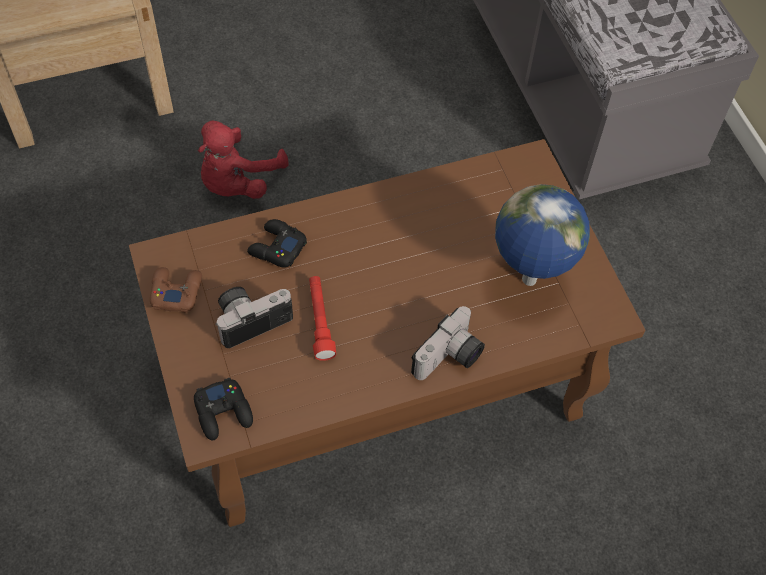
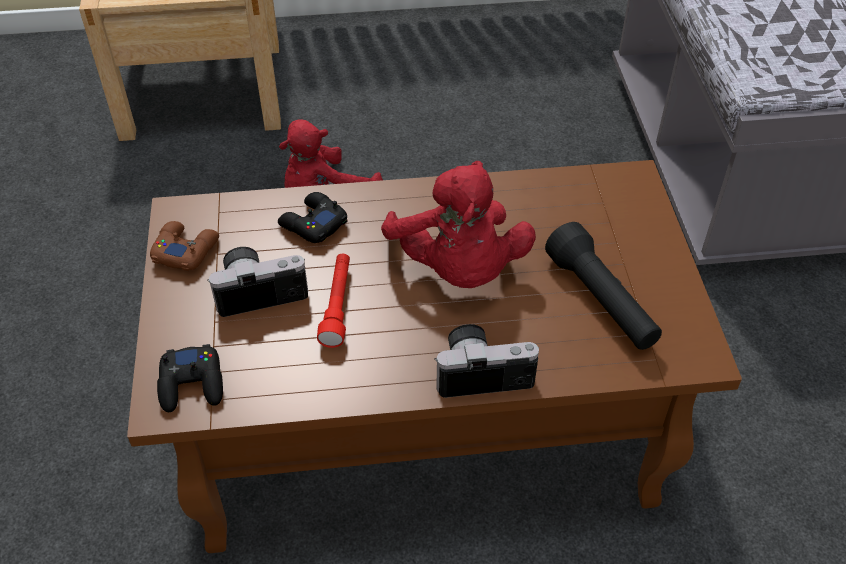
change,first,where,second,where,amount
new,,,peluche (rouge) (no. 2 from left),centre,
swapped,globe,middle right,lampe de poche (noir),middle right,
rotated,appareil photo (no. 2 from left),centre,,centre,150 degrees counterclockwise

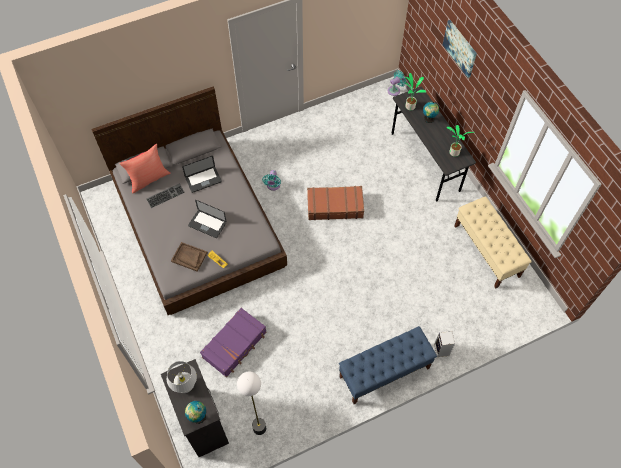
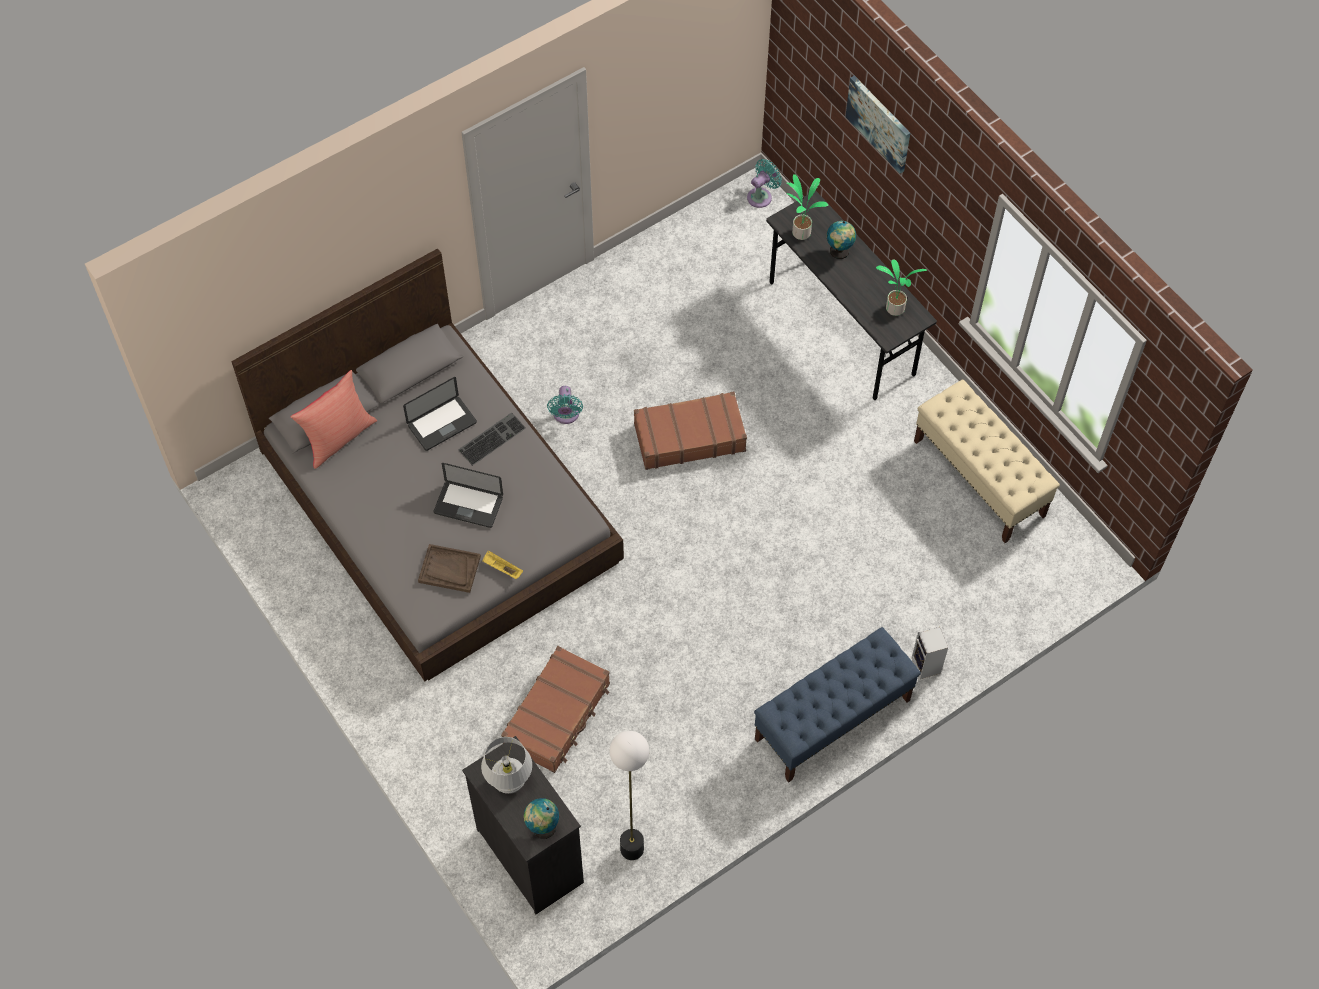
change,first,where,second,where,amount
shifted,clavier,middle left,,centre,
repainted,valise (violet),bottom centre,valise (marron) (no. 1 from left),bottom centre,

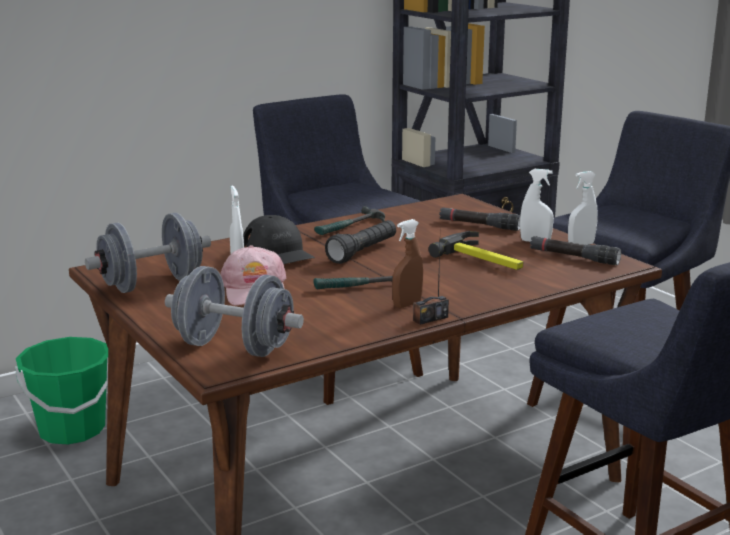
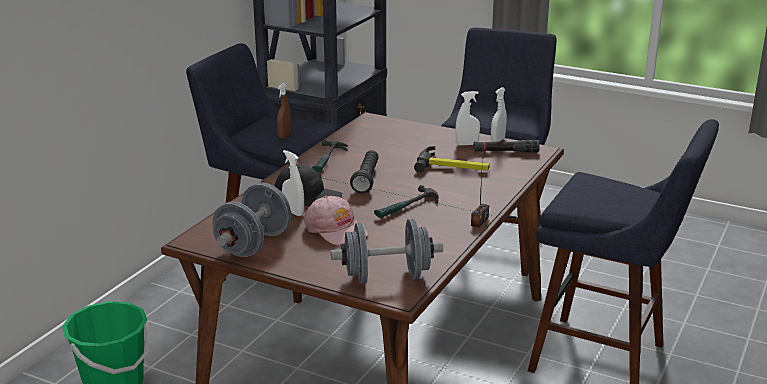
change,first,where,second,where,amount
gone,lampe de poche (noir) (no. 2 from left),centre,,,
shifted,vaporisateur (marron),centre,,top centre,

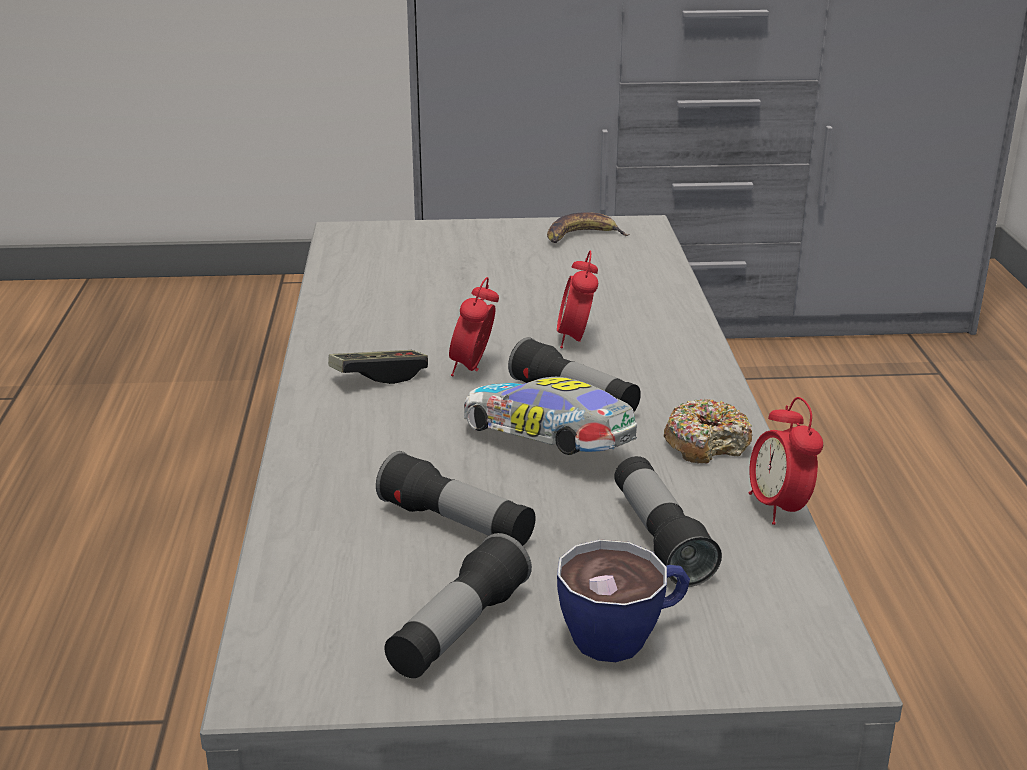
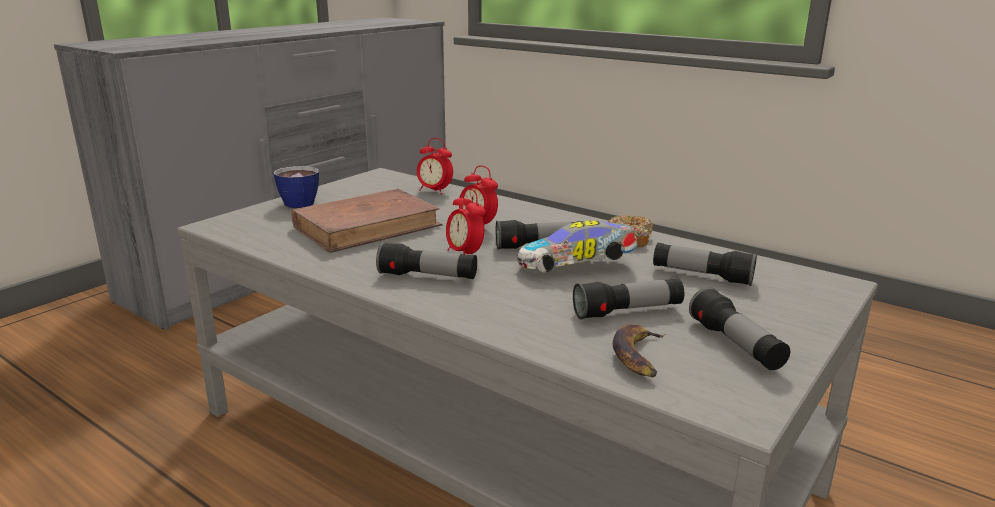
change,first,where,second,where,amount
new,,,livre (marron),centre,
shifted,banane,top centre,,bottom centre,
shifted,tasse,bottom centre,,middle left,
shifted,réveil (no. 3 from left in the first image),middle right,réveil (no. 1 from left),top centre,
swapped,manette,centre,lampe de poche (no. 1 from left),centre,

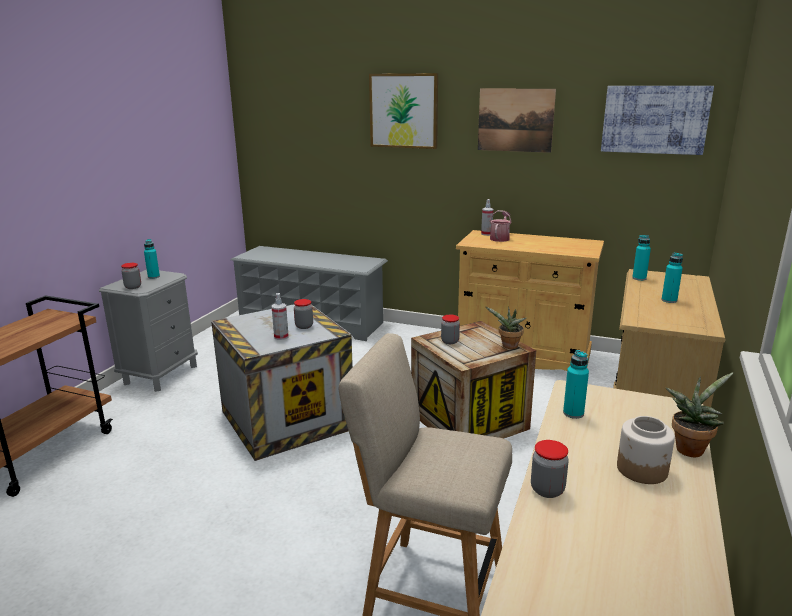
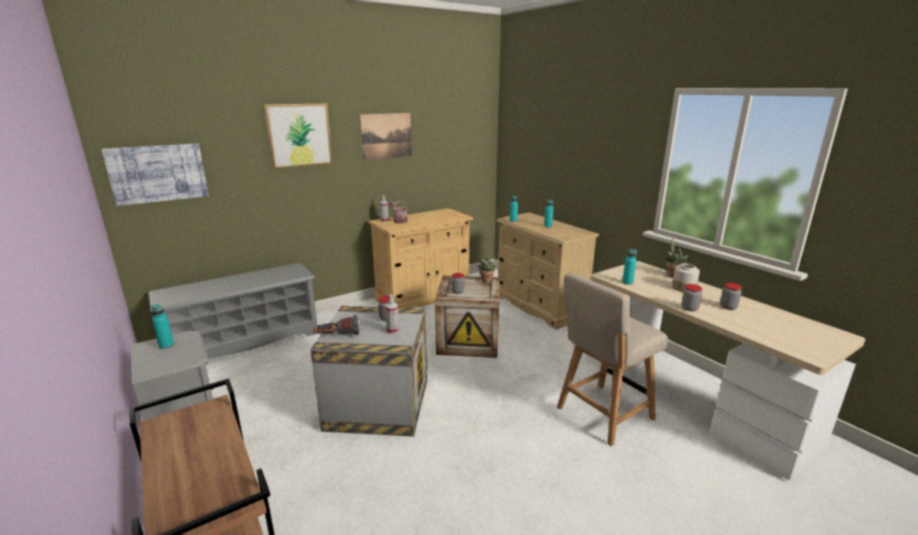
change,first,where,second,where,amount
new,,,lampe de poche,centre,
shifted,bocal (no. 1 from left in the first image),middle left,bocal (no. 5 from left),middle right,
shifted,tableau (no. 3 from left in the first image),top right,tableau (no. 1 from left),top left,

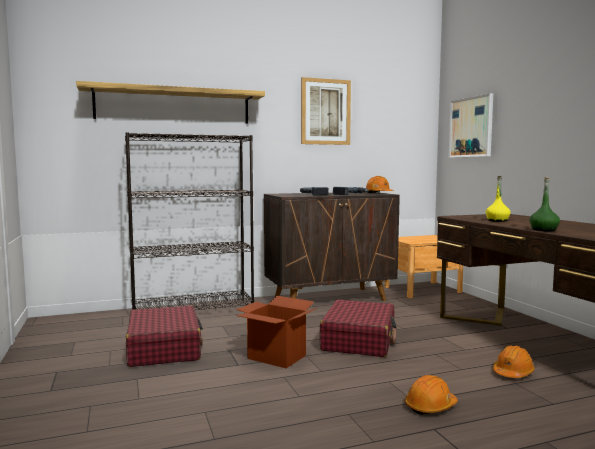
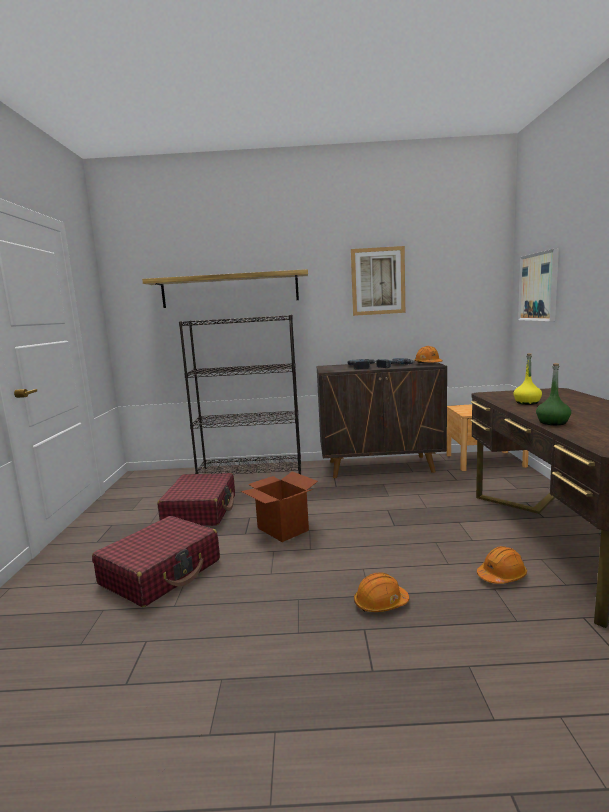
change,first,where,second,where,amount
shifted,valise (rouge) (no. 2 from left in the first image),bottom centre,valise (rouge) (no. 1 from left),bottom left,

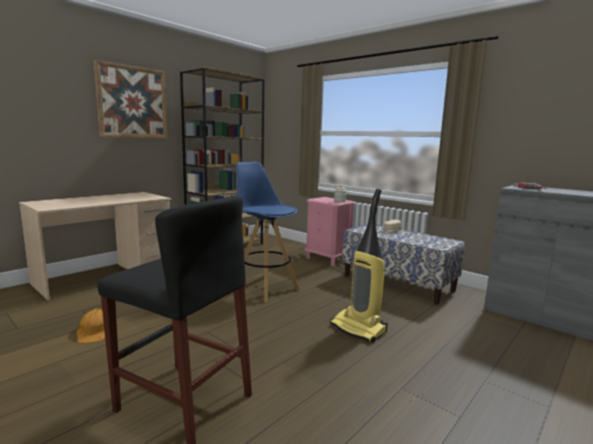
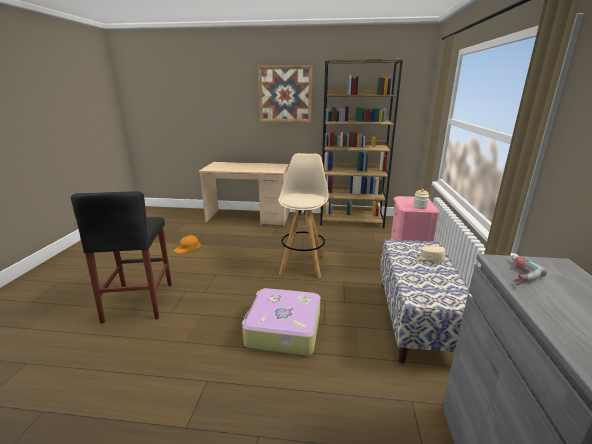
change,first,where,second,where,amount
swapped,aspirateur,centre,valise,bottom centre,
repainted,tabouret (bleu),centre,tabouret (beige),centre,

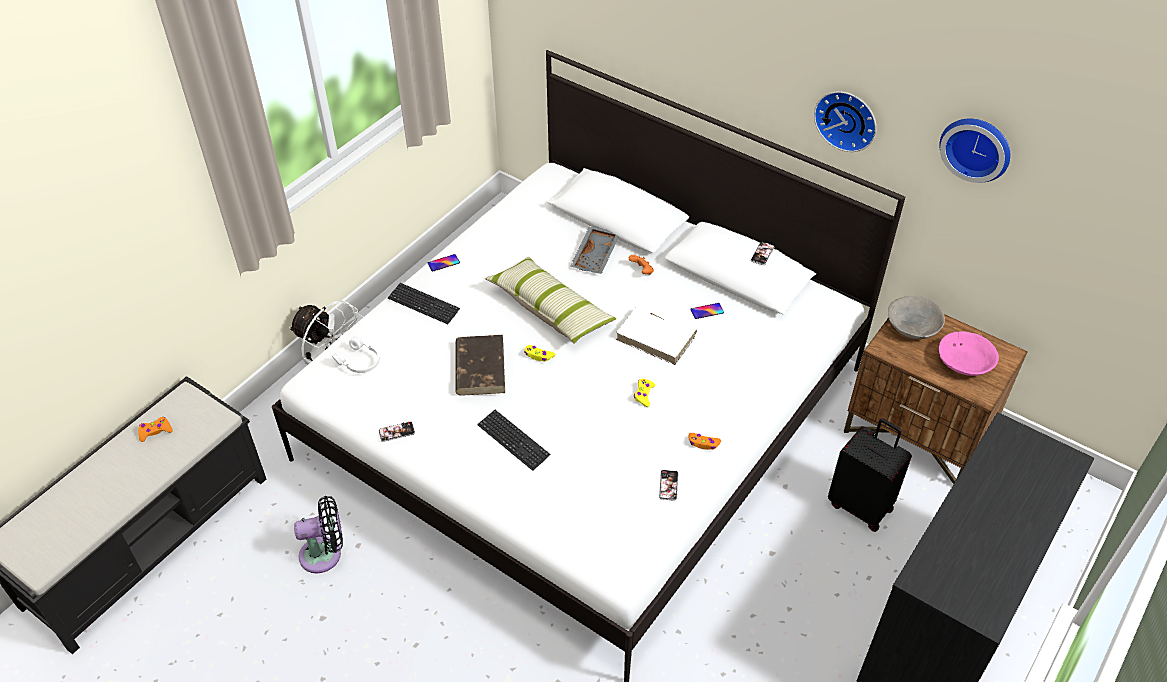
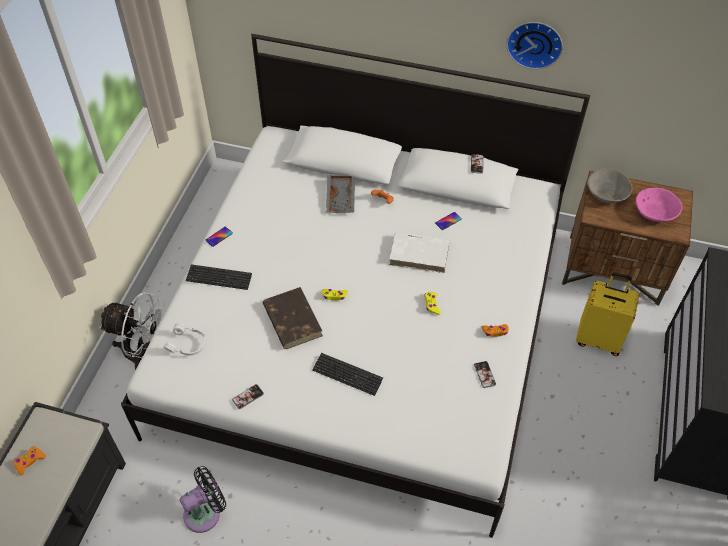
change,first,where,second,where,amount
gone,coussin,centre,,,
gone,horloge murale (no. 2 from left),top right,,,
repainted,valise (noir),bottom right,valise (jaune),middle right,

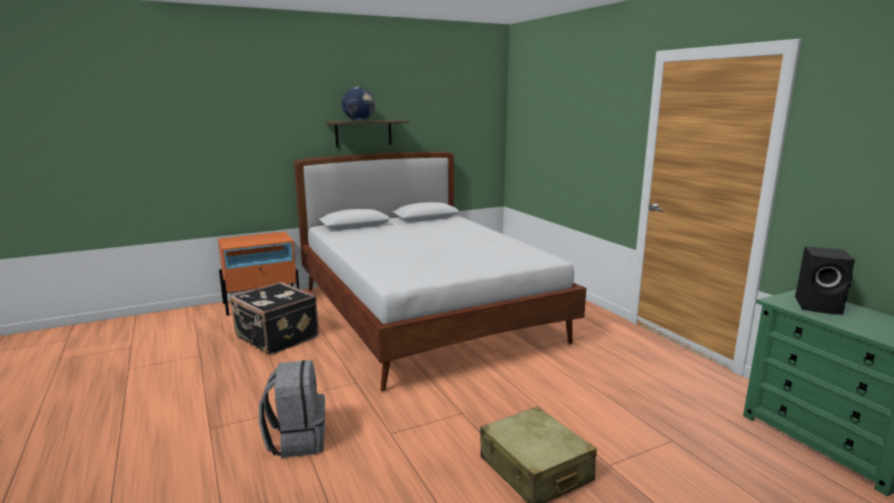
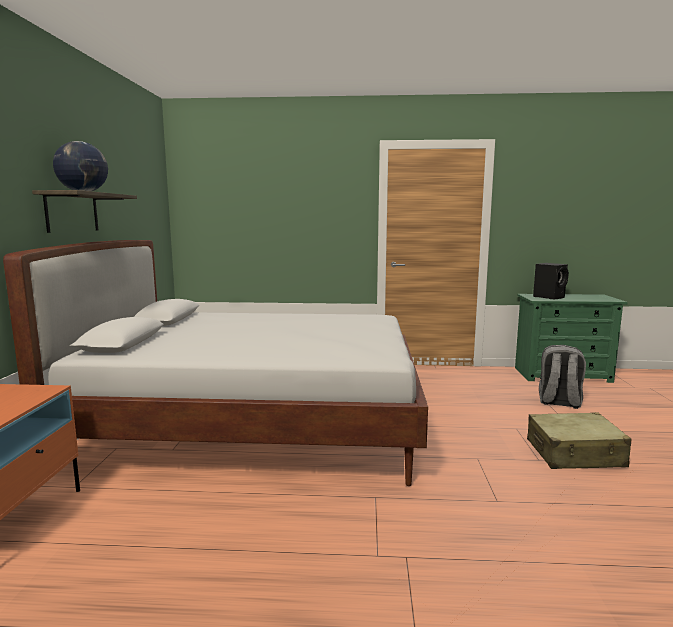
change,first,where,second,where,amount
gone,valise (noir),middle left,,,
shifted,sac à dos (gris),bottom left,,middle right,

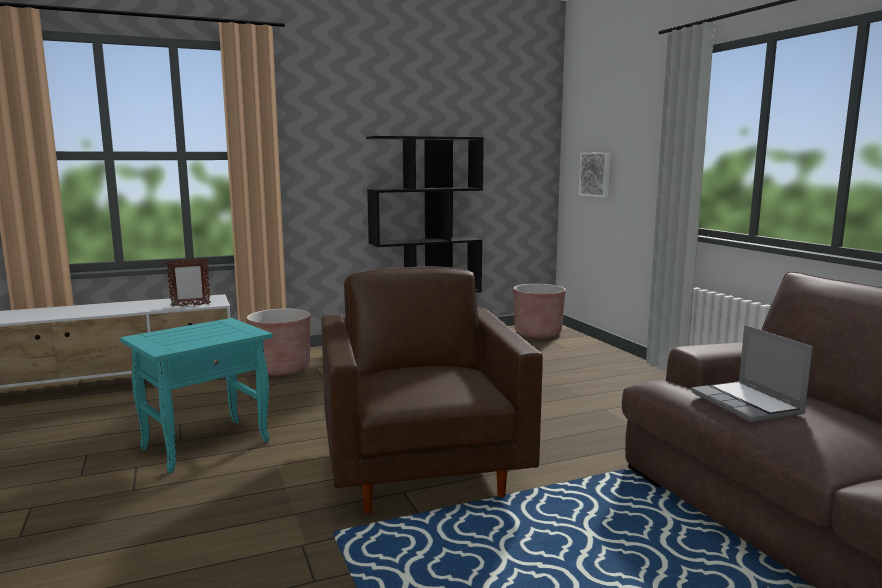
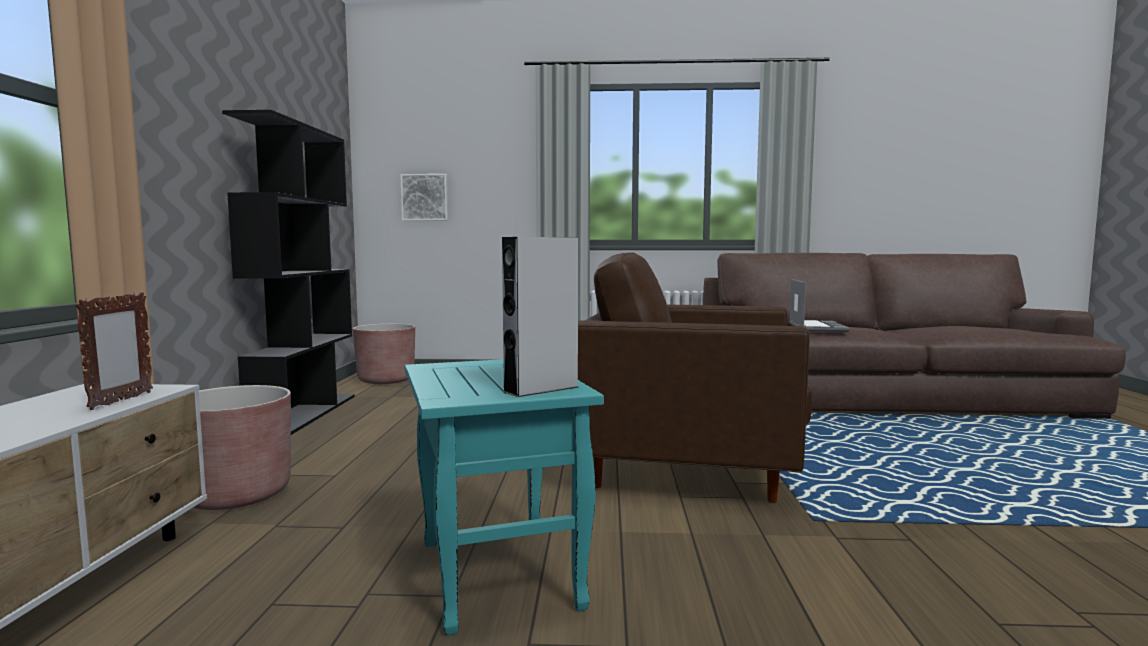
change,first,where,second,where,amount
new,,,enceinte (gris),centre,
rotated,ordinateur portable,middle right,,middle right,90 degrees counterclockwise

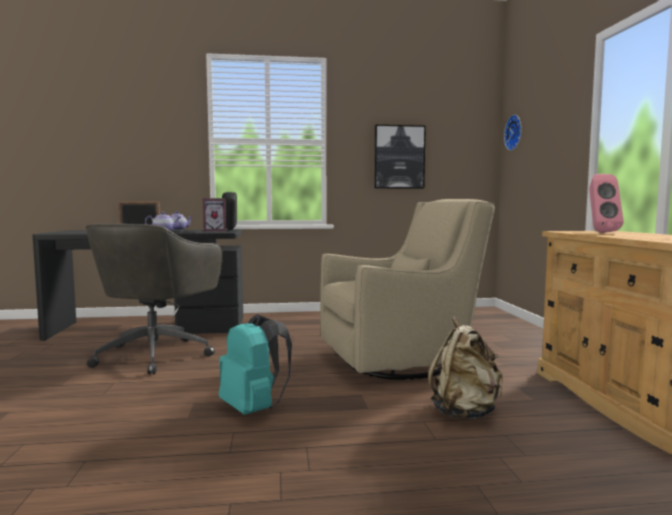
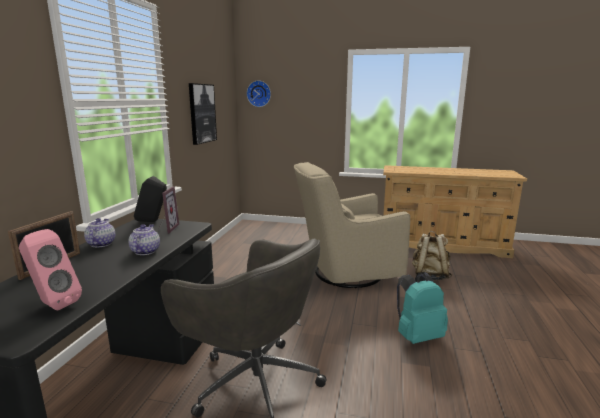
change,first,where,second,where,amount
shifted,enceinte (rose),middle right,,middle left,
rotated,fauteuil (beige),centre,,centre,105 degrees counterclockwise

